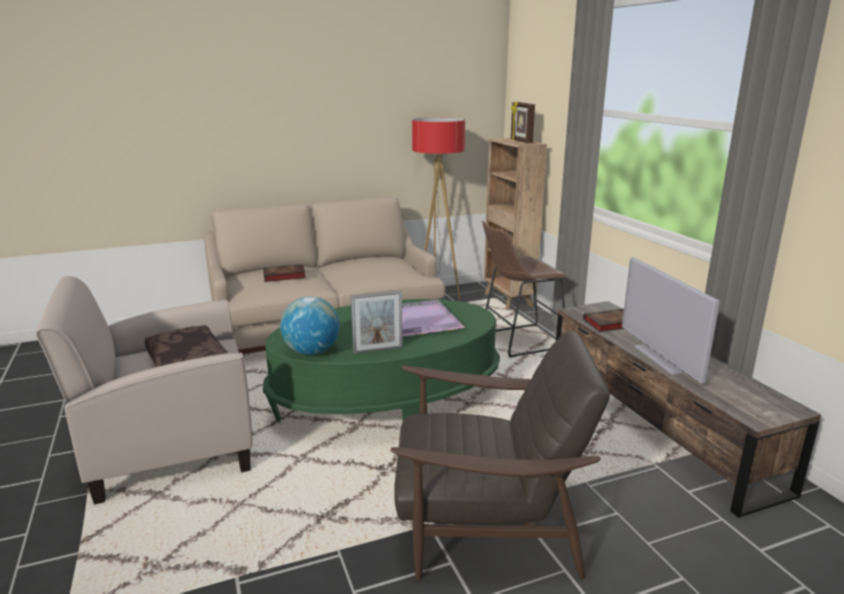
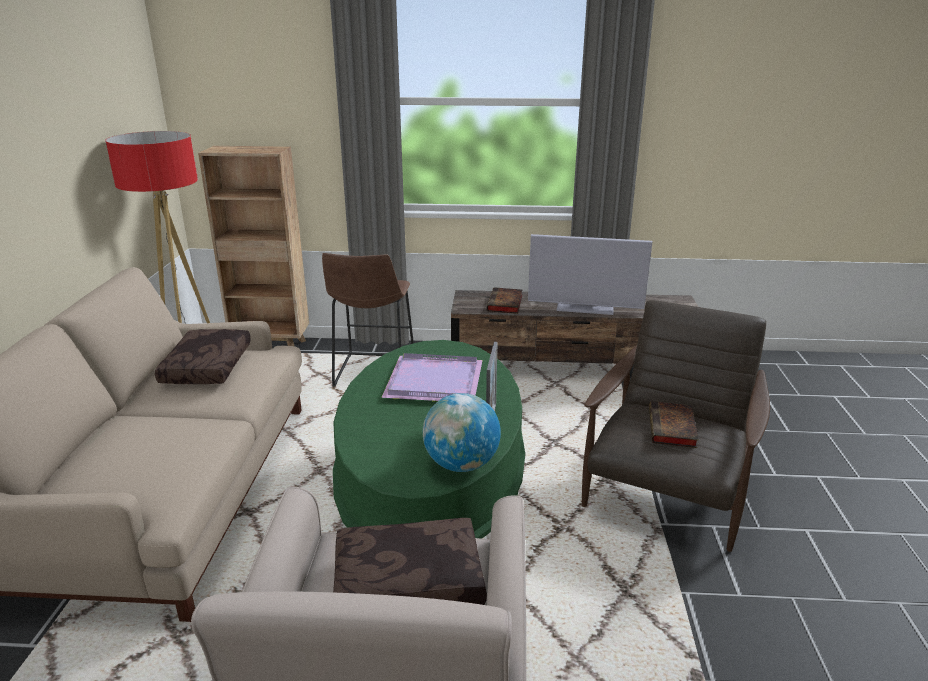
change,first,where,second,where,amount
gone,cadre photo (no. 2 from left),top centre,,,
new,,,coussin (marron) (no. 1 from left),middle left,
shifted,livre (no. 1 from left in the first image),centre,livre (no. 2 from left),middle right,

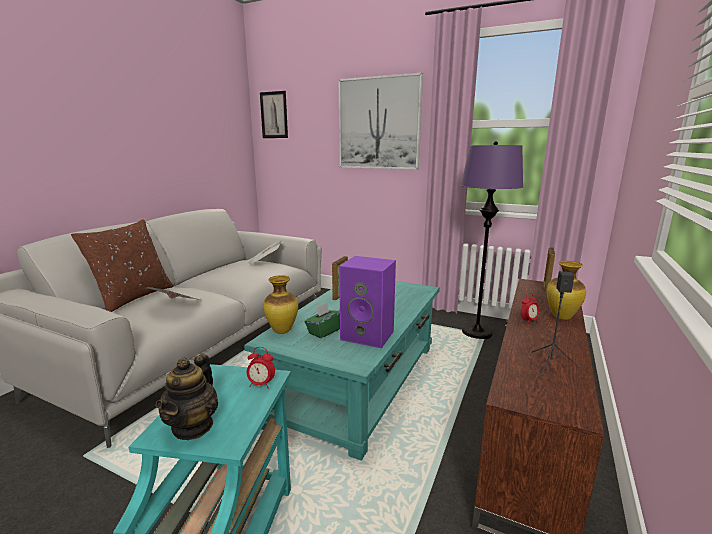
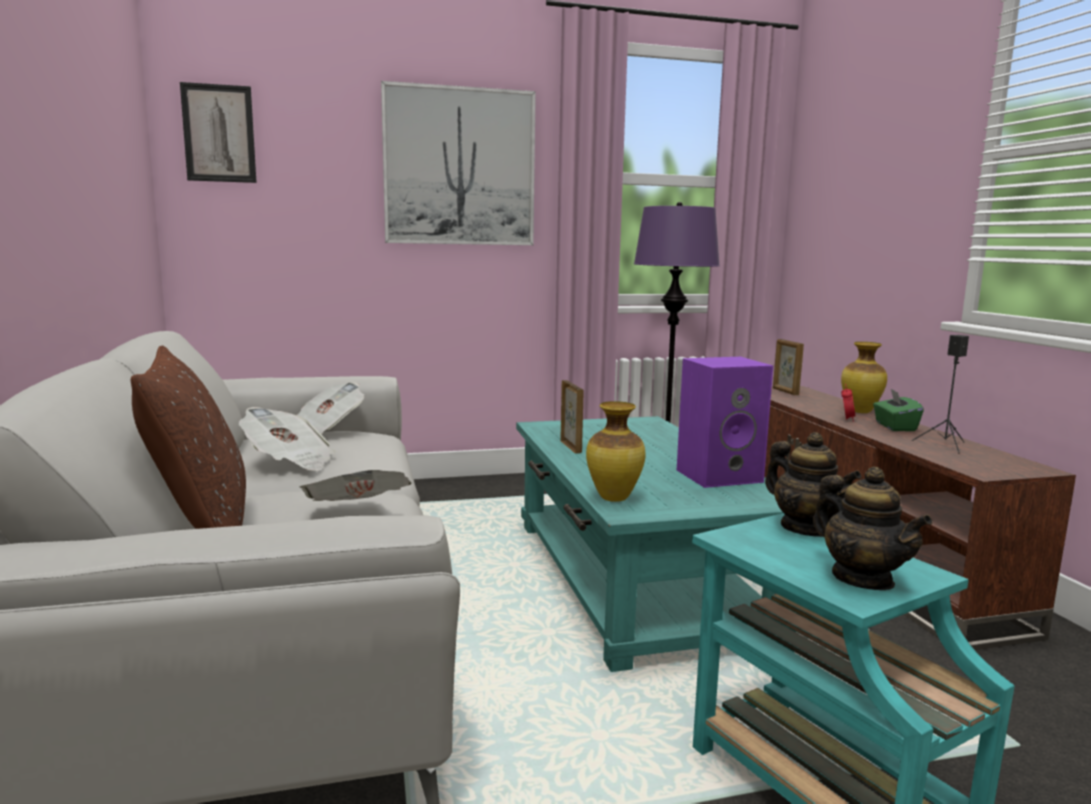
change,first,where,second,where,amount
new,,,journal (no. 1 from left),middle left,
shifted,boîte à mouchoirs (vert),centre,,middle right,
swapped,réveil (no. 1 from left),bottom centre,théière (no. 1 from left),middle right,

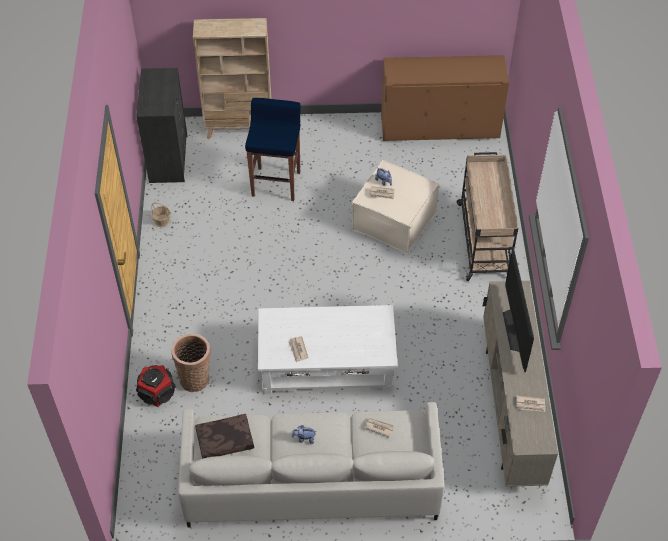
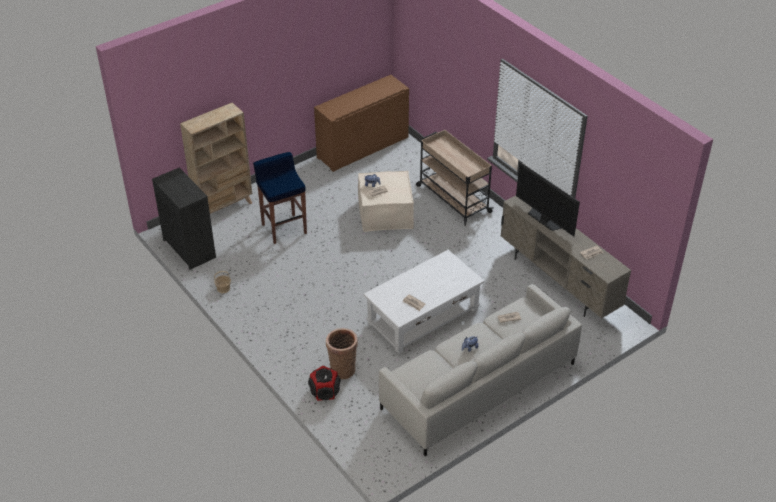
change,first,where,second,where,amount
gone,coussin (marron),bottom centre,,,

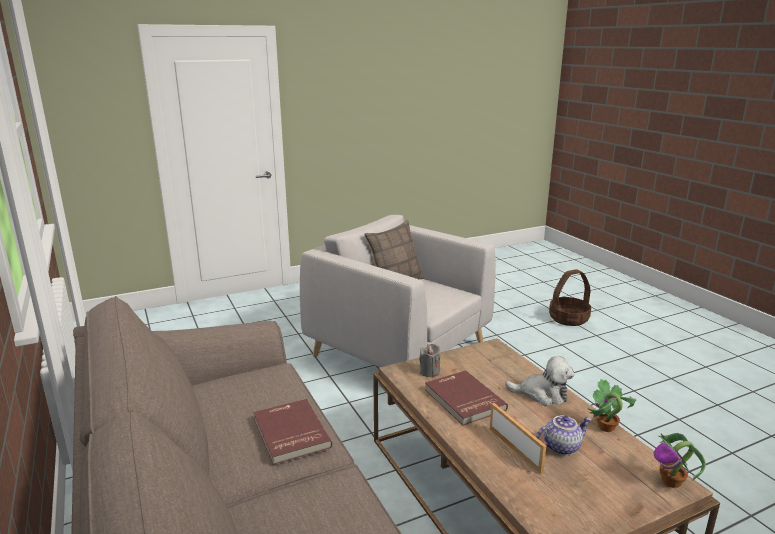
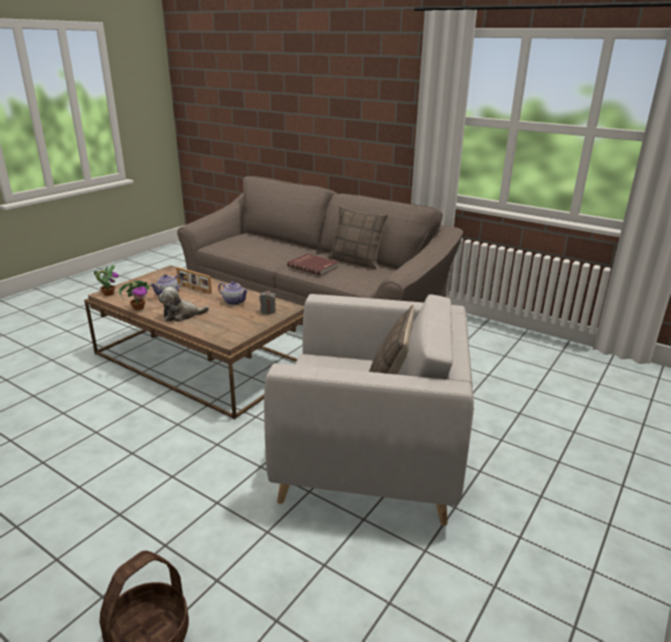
change,first,where,second,where,amount
new,,,coussin (no. 1 from left),centre,
swapped,livre (rouge) (no. 2 from left),bottom centre,théière (no. 2 from left),centre,

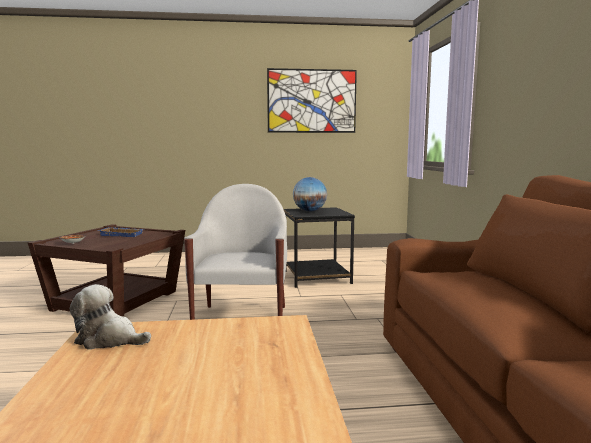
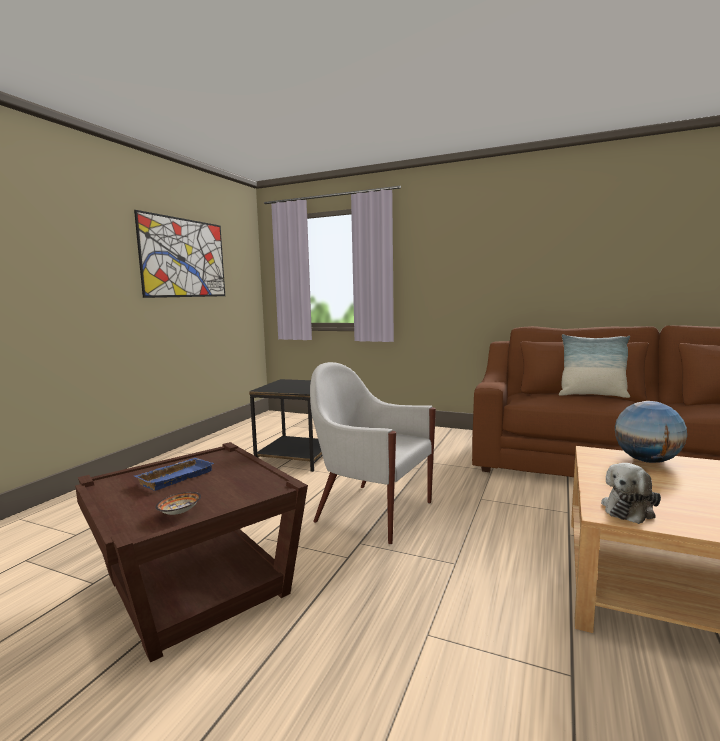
change,first,where,second,where,amount
new,,,coussin,middle right,
shifted,globe,centre,,middle right,

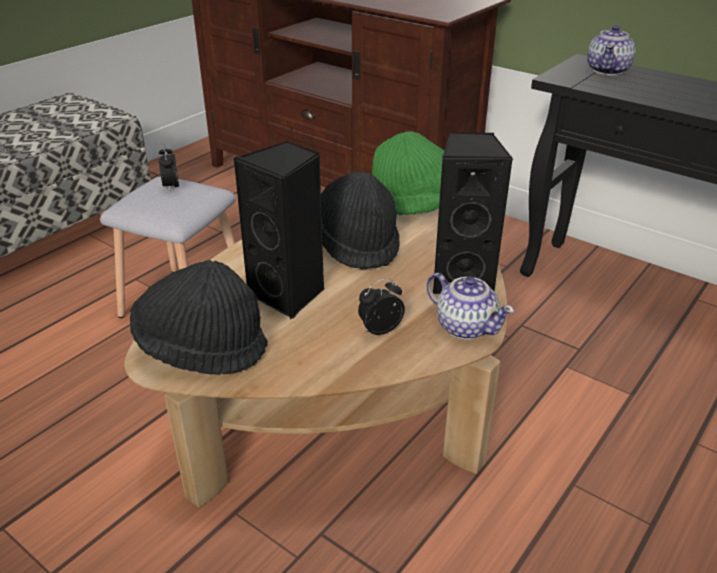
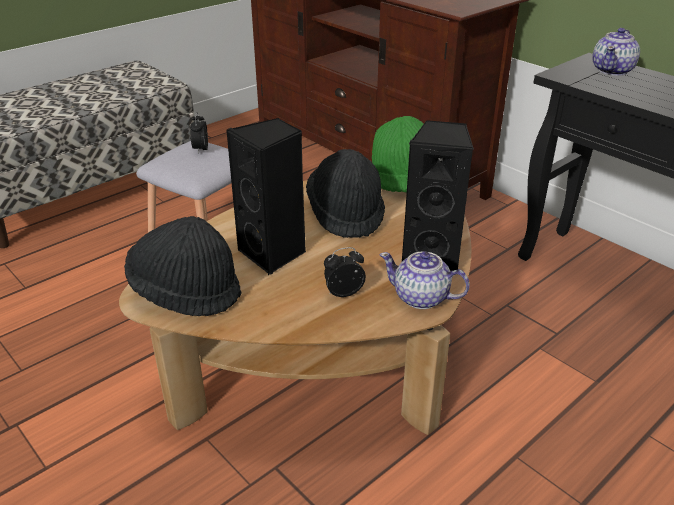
change,first,where,second,where,amount
rotated,théière (no. 1 from left),centre,,centre,150 degrees clockwise

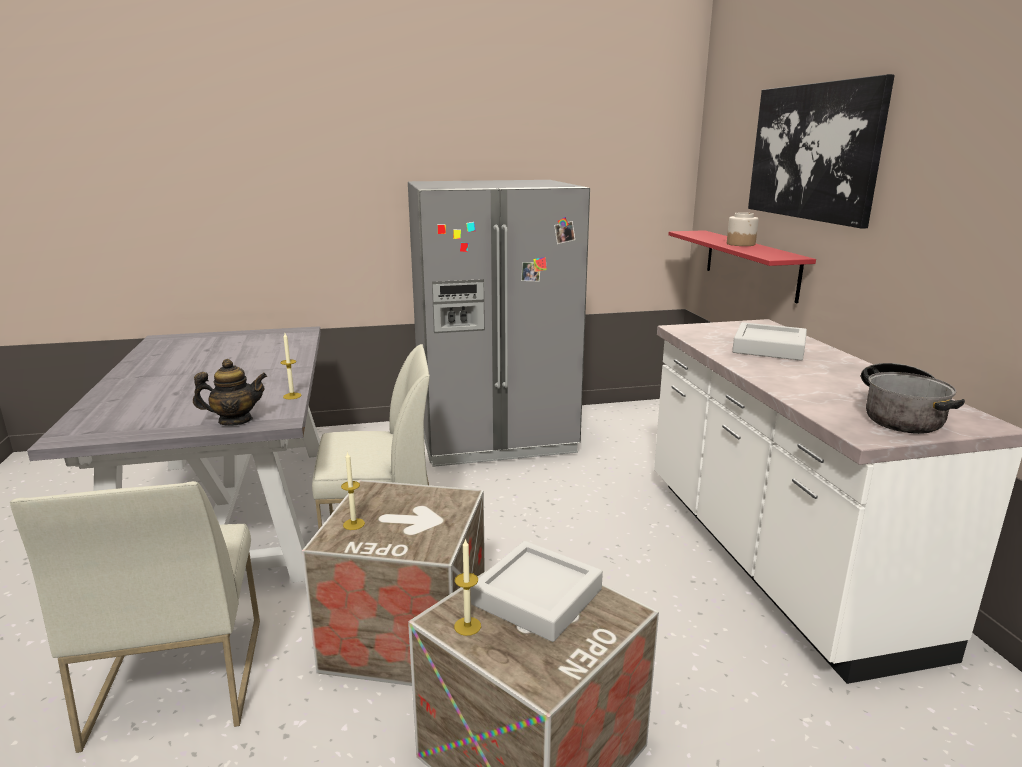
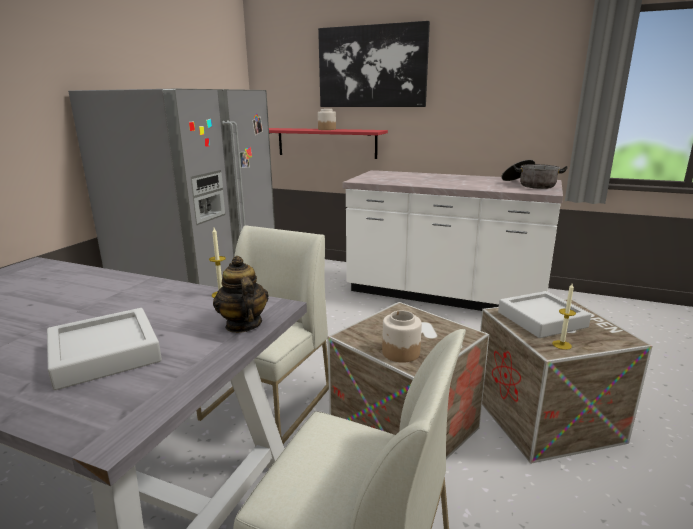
change,first,where,second,where,amount
shifted,plateau (gris) (no. 2 from left in the first image),middle right,plateau (gris) (no. 1 from left),middle left,
swapped,bougie (no. 2 from left),centre,bocal (no. 2 from left),centre,
rotated,théière,middle left,,centre,45 degrees counterclockwise

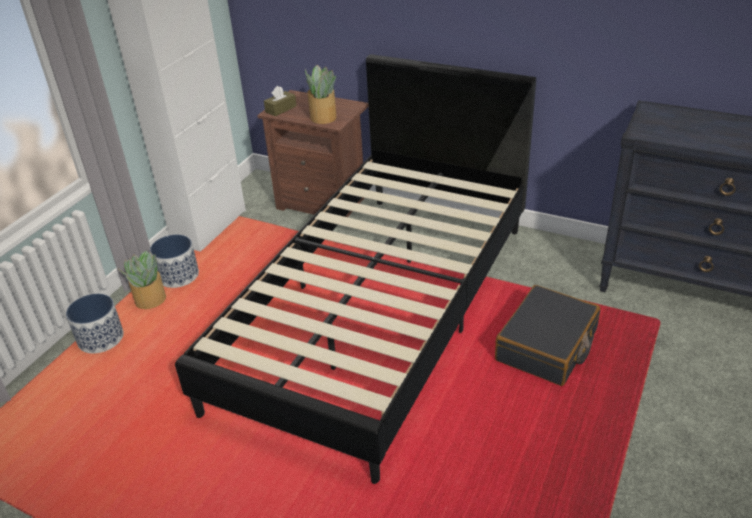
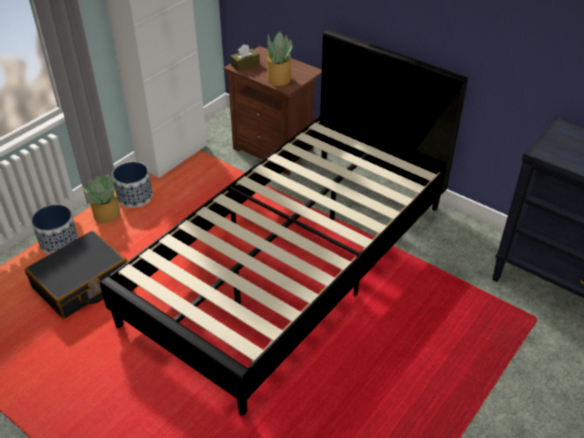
change,first,where,second,where,amount
shifted,valise (noir),middle right,,middle left,

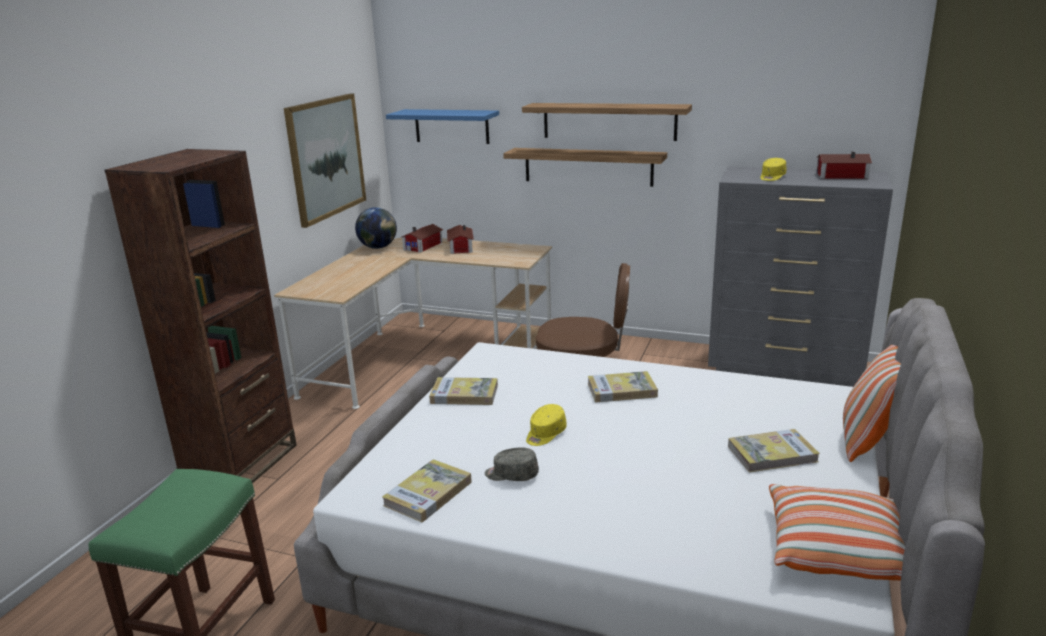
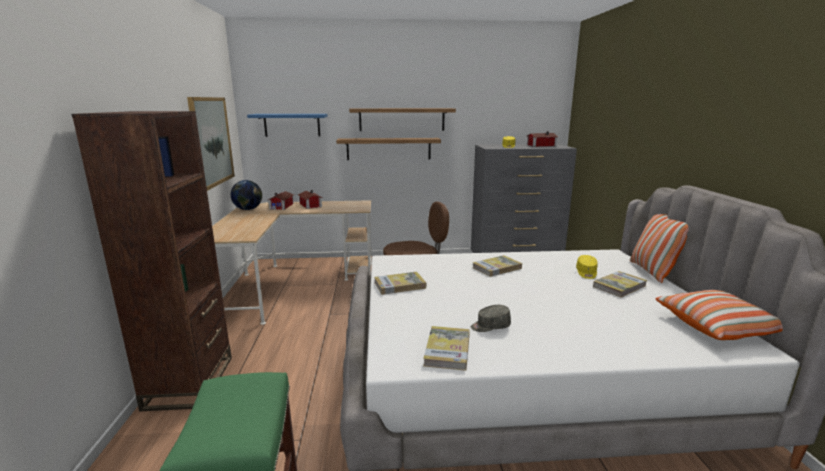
change,first,where,second,where,amount
shifted,casquette (jaune) (no. 1 from left in the first image),bottom centre,casquette (jaune) (no. 2 from left),middle right,

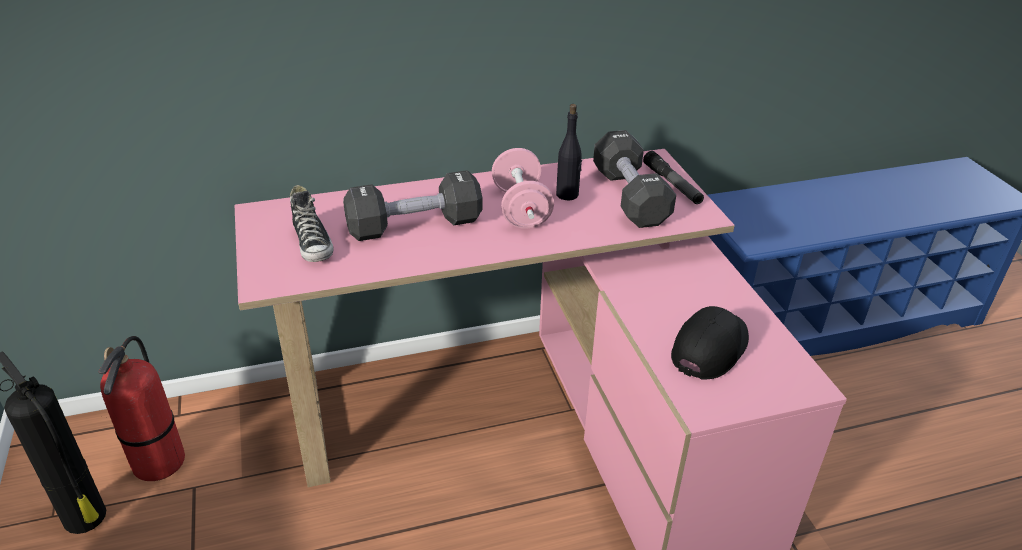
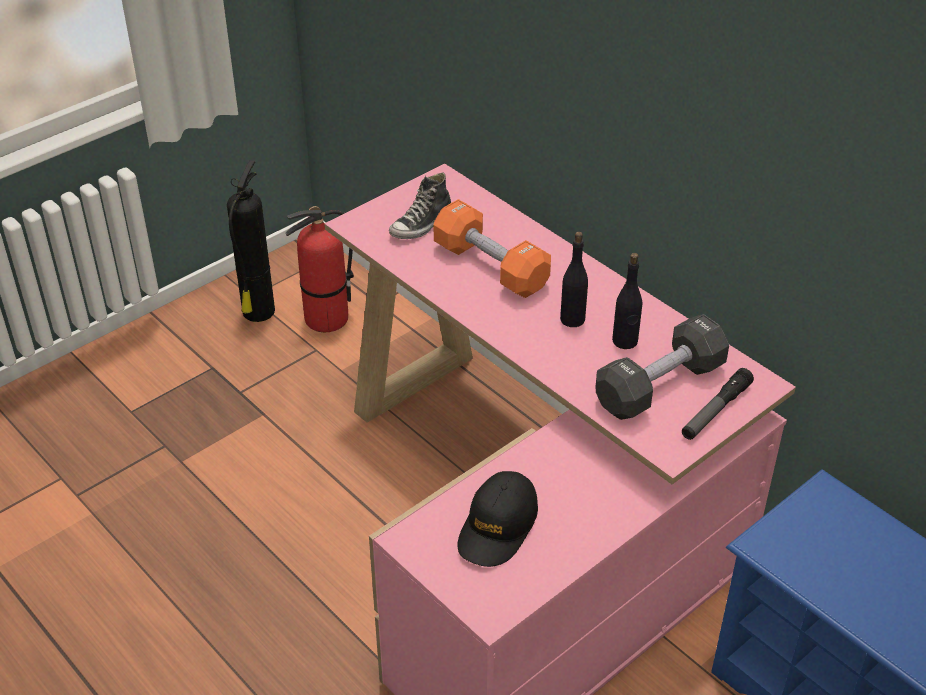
change,first,where,second,where,amount
swapped,haltère (rose),centre,bouteille (noir) (no. 1 from left),centre,
repainted,haltère (noir) (no. 1 from left),centre,haltère (orange),centre,
rotated,casquette (noir),middle right,,bottom centre,105 degrees clockwise

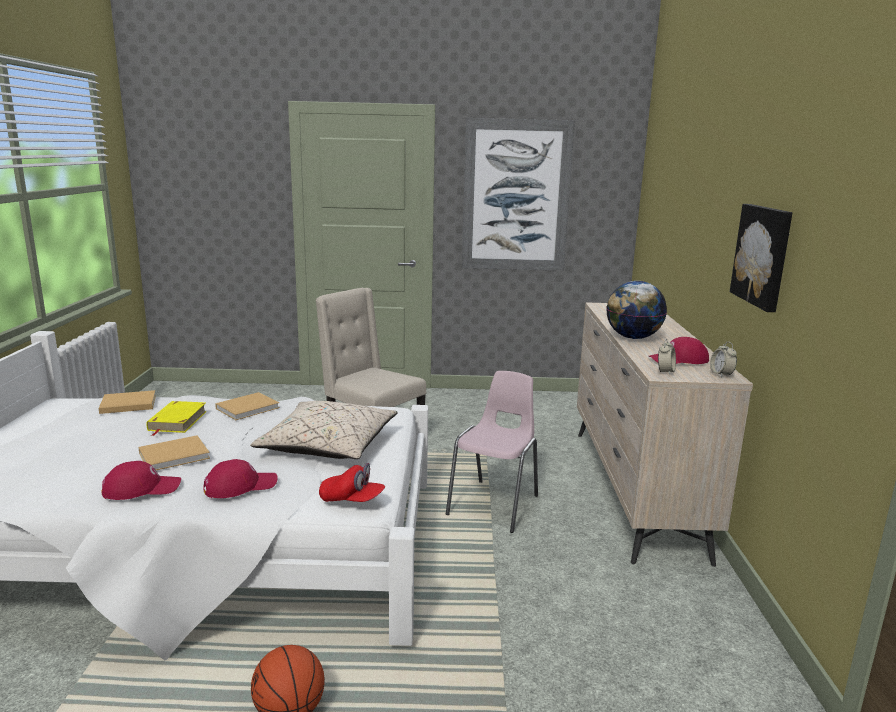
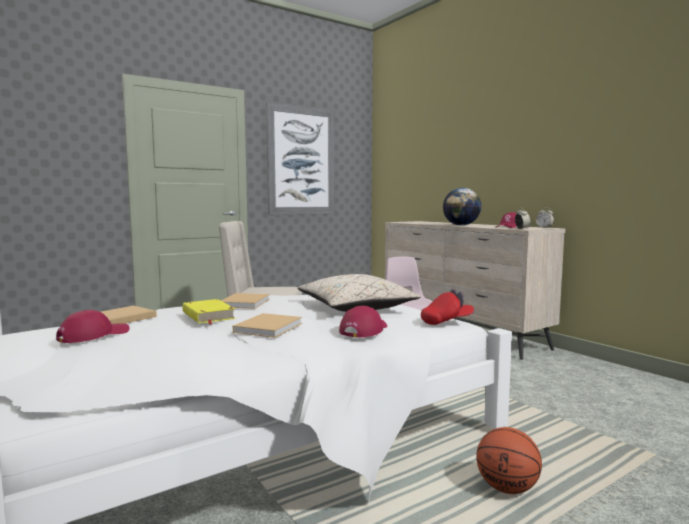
change,first,where,second,where,amount
gone,tableau (no. 2 from left),middle right,,,
shifted,casquette (rouge) (no. 1 from left),bottom left,,middle left,

